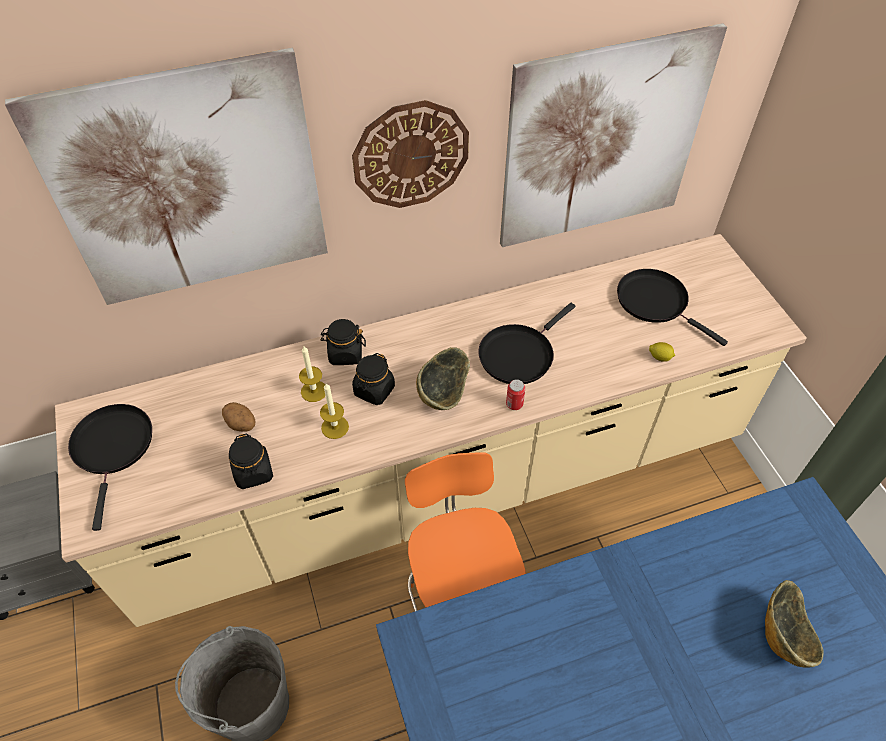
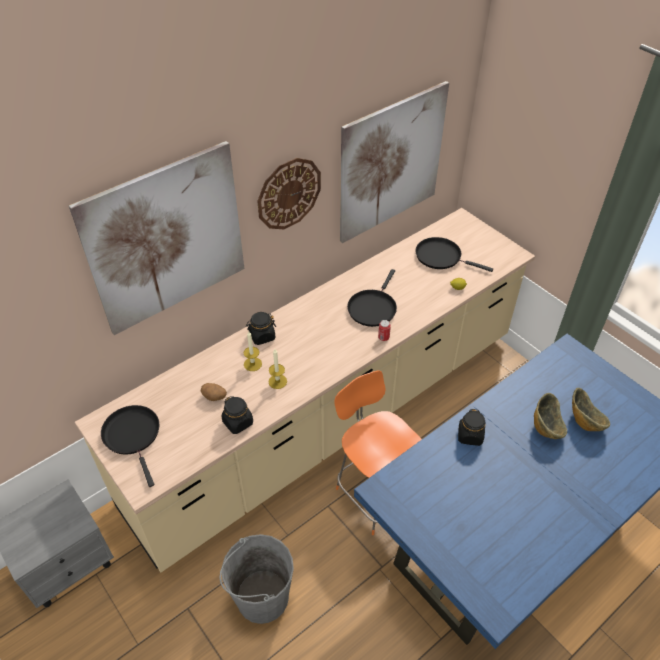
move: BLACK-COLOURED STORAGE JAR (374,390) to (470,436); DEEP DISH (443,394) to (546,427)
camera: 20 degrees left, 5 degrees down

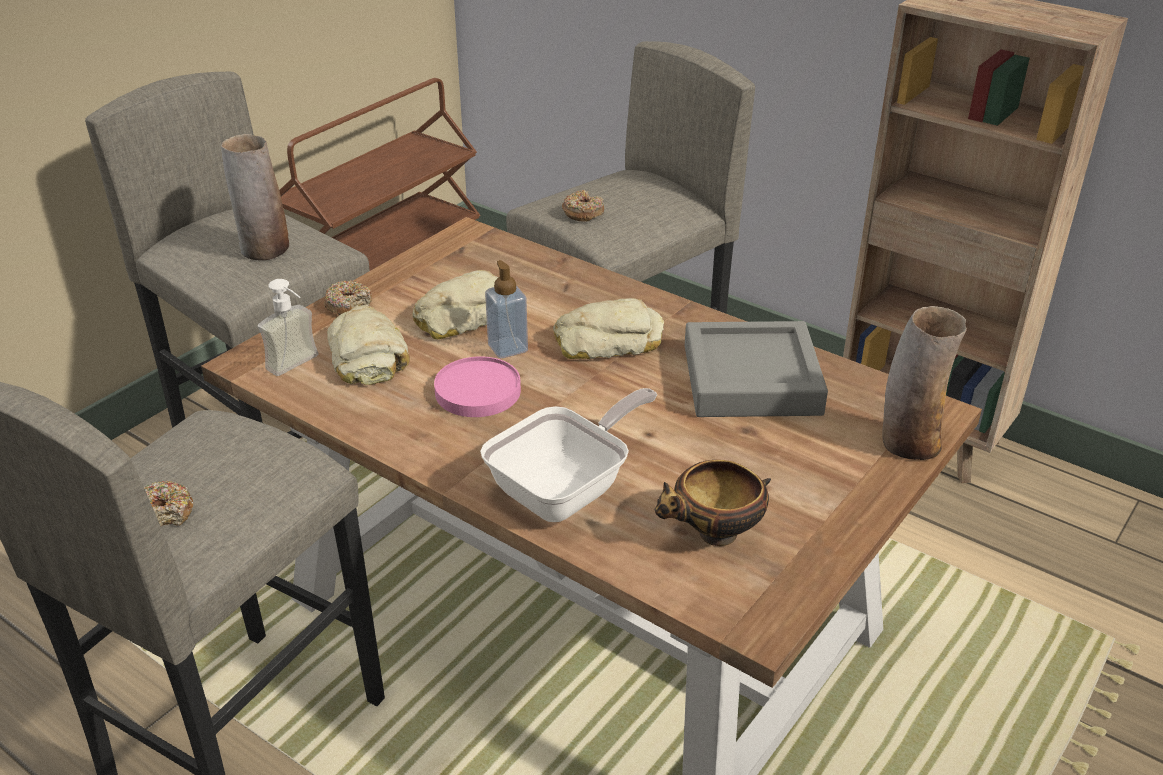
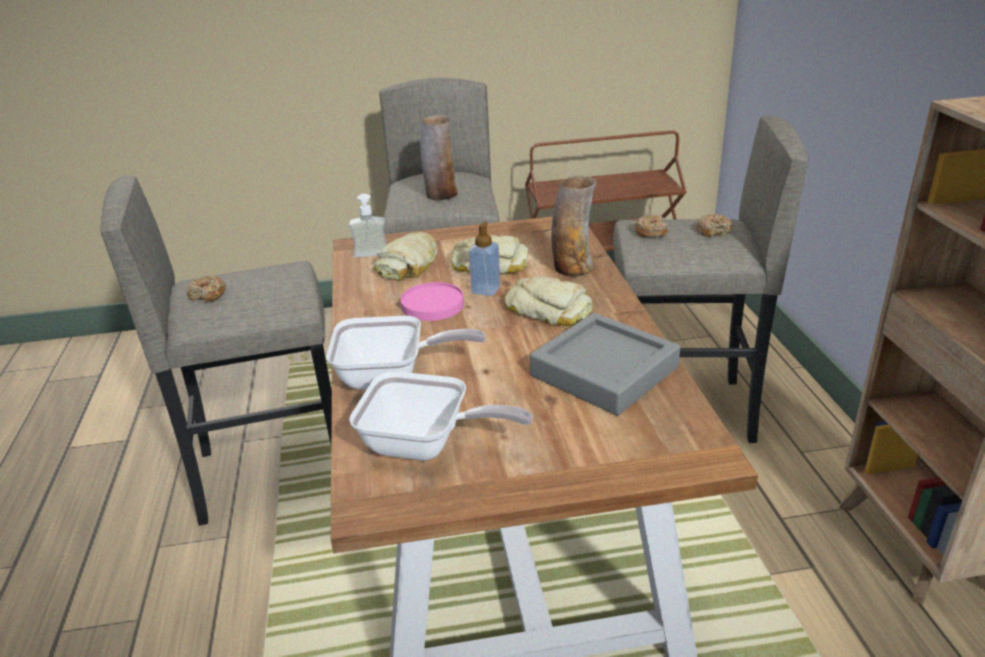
move: DECORATIVE VASE (908,443) to (572,268); DONUT (348,305) to (713,231)
replace: DEEP DISH (714,536) to PAN (426,445)
camera: 45 degrees right, 5 degrees down

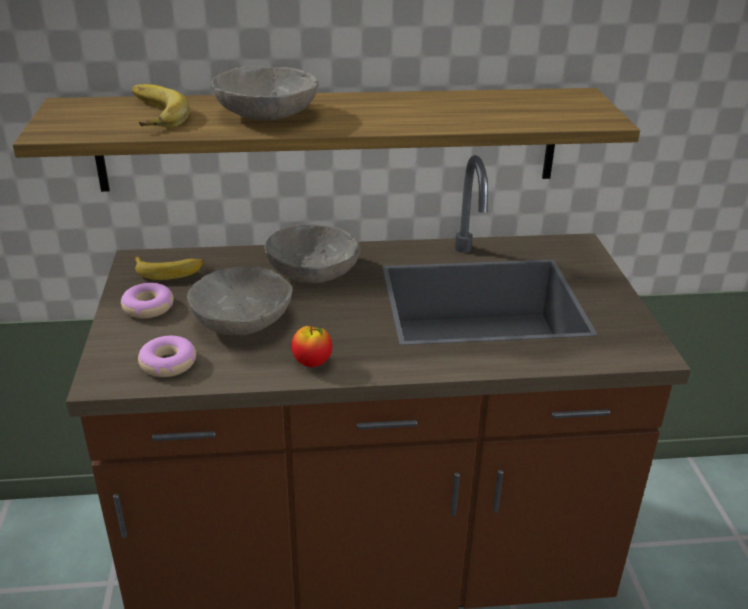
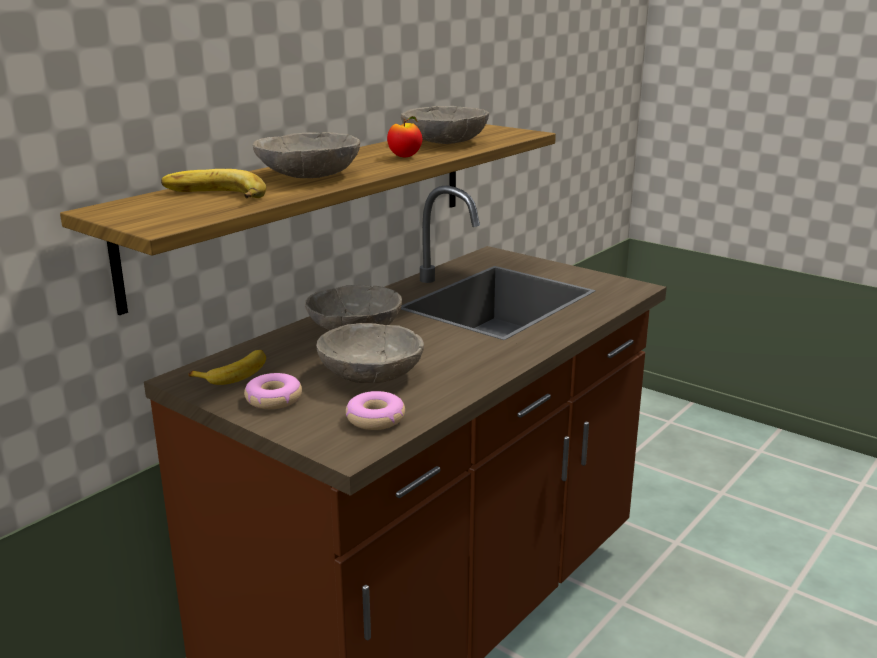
insert: GREY DEEP DISH (445,141)
move: APPLE (312,363) to (405,157)
camera: 45 degrees left, 10 degrees down

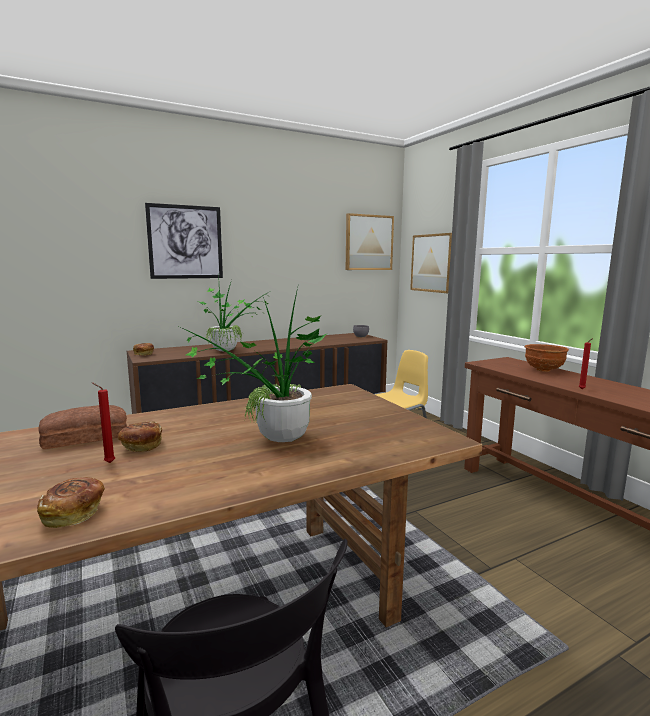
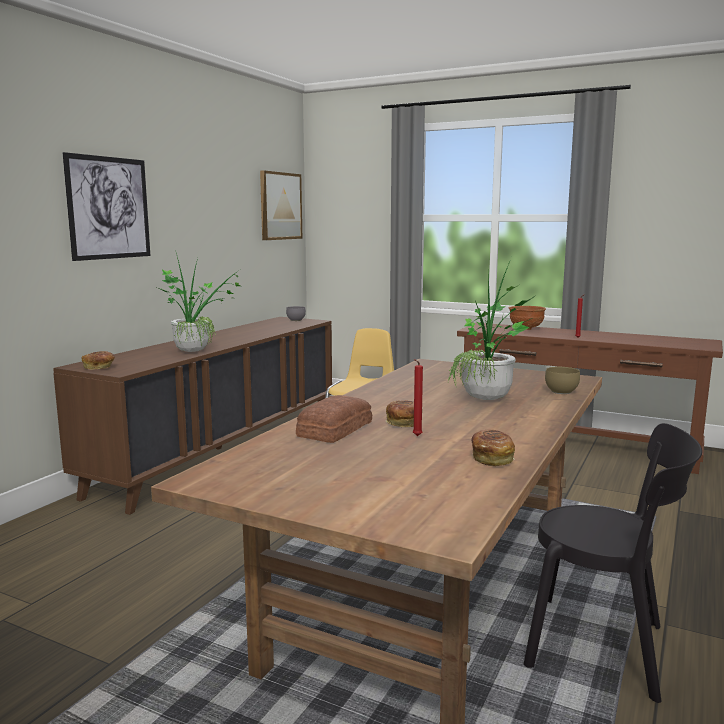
delete: WALL PICTURE (432,263)
insert: BROWN-COLOURED DEEP DISH (560,391)
camera: 35 degrees left, 0 degrees up

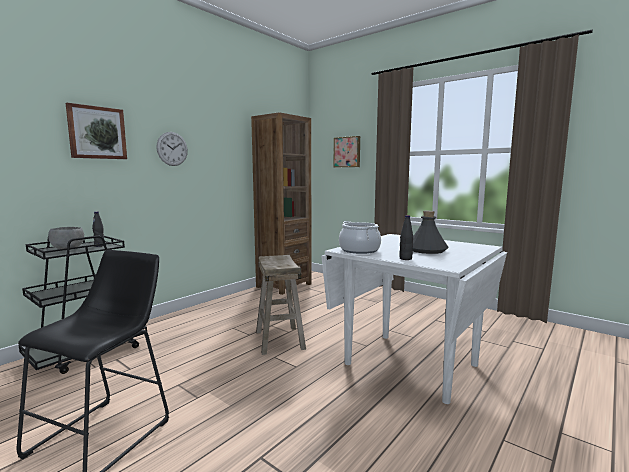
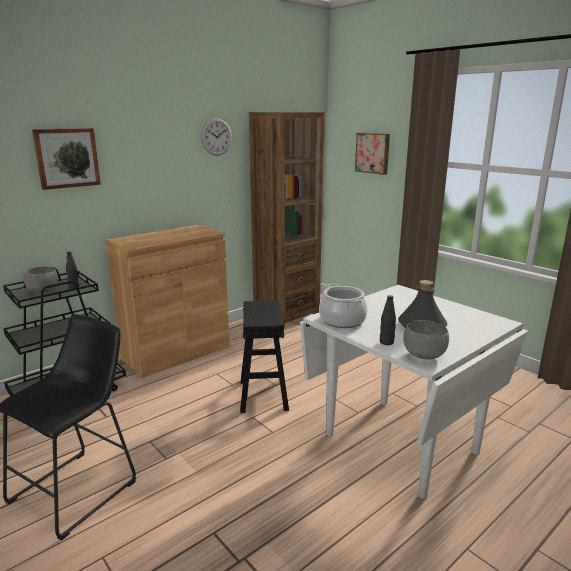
insert: BROWN-COLOURED STORAGE CABINET (176,352); GREY DEEP DISH (423,355)
move: HANGING CLOCK (172,149) to (216,137)
recolor: BEIGE STOOL SEAT (280,339) to BLACK-COLOURED STOOL SEAT (264,395)
camera: 10 degrees right, 10 degrees up

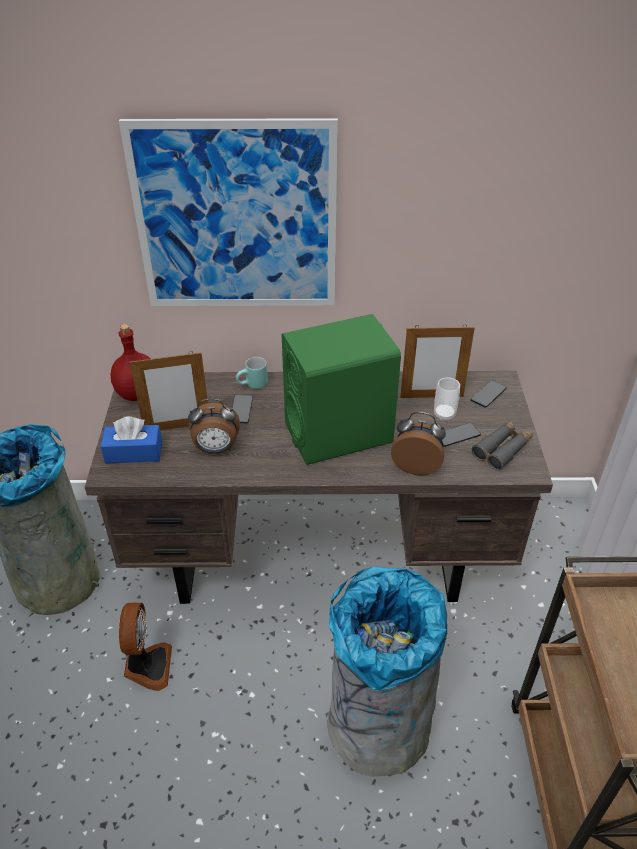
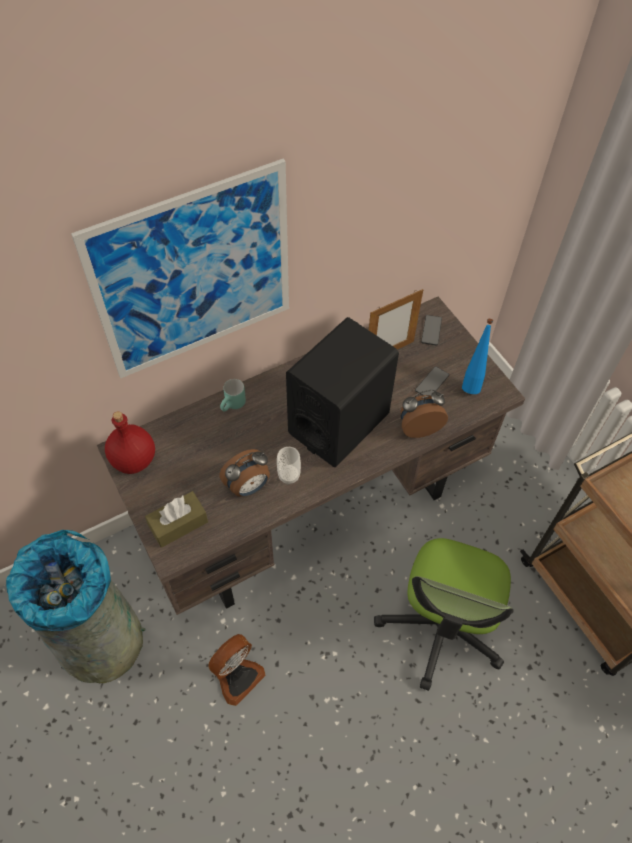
delete: PHOTO FRAME (177,427); TELEPHONE (241,410)
move: SMALL CUP (444,414) to (289,475)
replace: GREY WASTE BIN (377,727) to COMPUTER CHAIR (441,628); GREY FIELD GLASSES (502,449) to BLUE DRINK BOTTLE (472,382)
recolor: BLUE TISSUE BOX (134,452) to BROWN-COLOURED TISSUE BOX (178,524); GREEN SPEAKER (338,433) to BLACK-COLOURED SPEAKER (339,423)
rotate: COOLING FAN (147,666) = (237,676) 75 degrees clockwise
camera: 30 degrees left, 15 degrees up

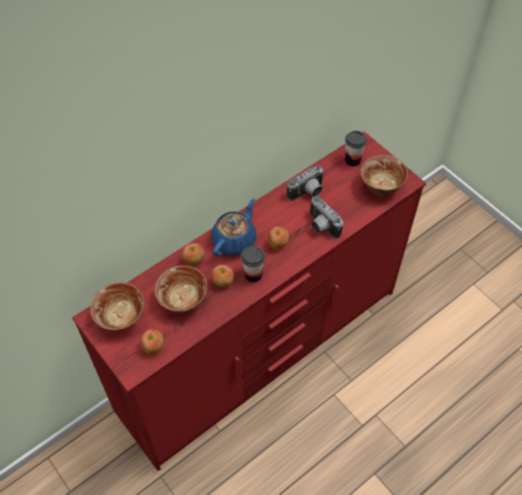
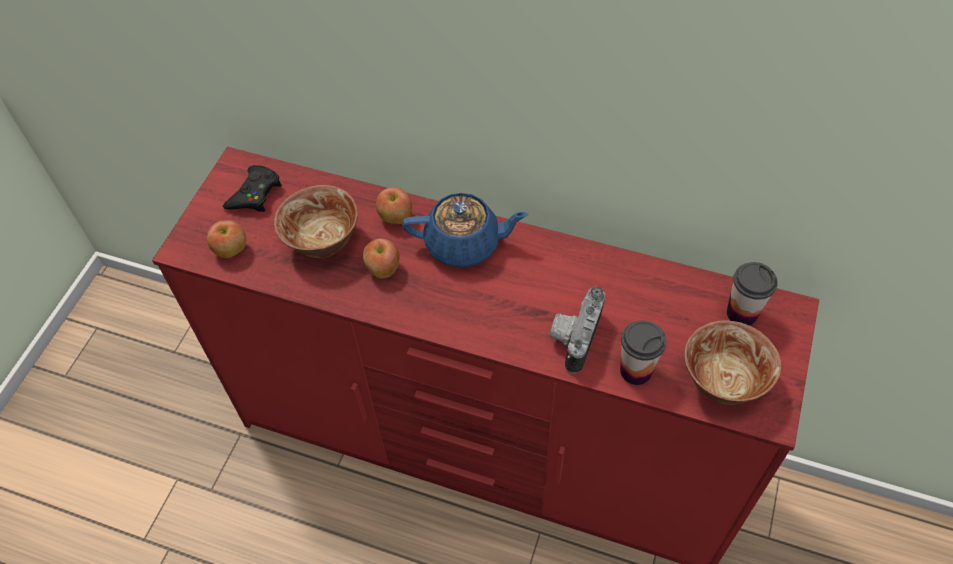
delete: APPLE (278,244); STILL CAMERA (307,193)
move: SMALL CUP (253,274) to (636,370)
replace: DEEP DISH (122,318) to BLACK-COLOURED JOYPAD (255,194)
camera: 60 degrees right, 0 degrees up

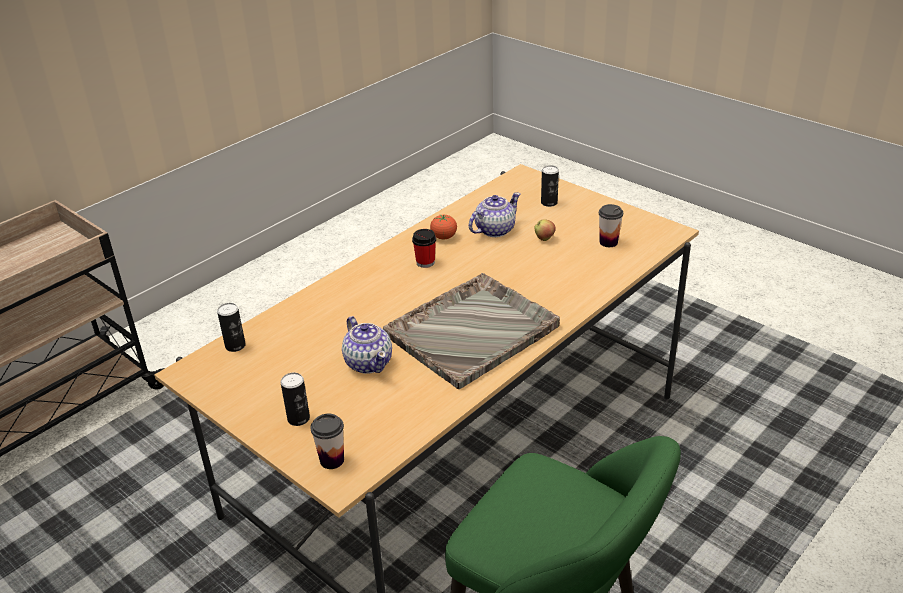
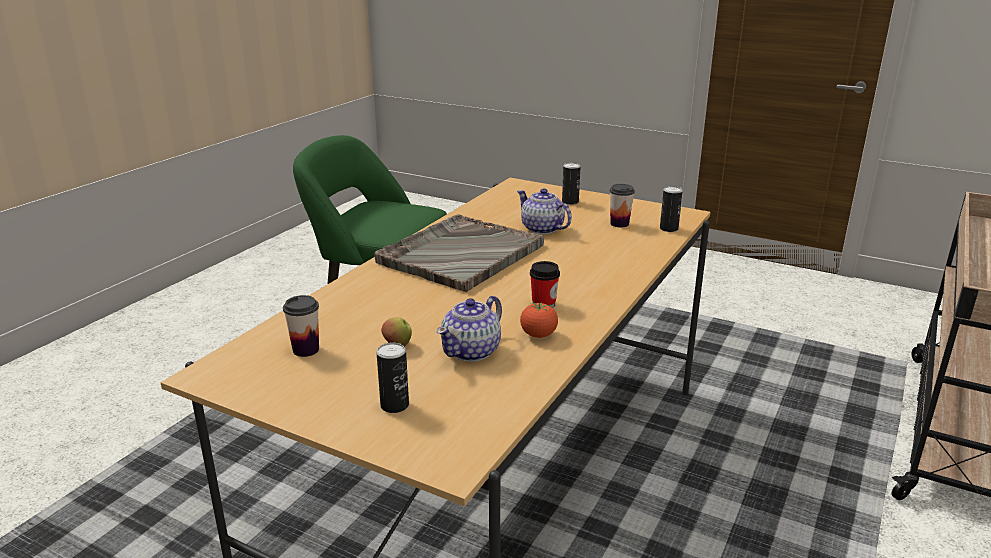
move: SMALL CUP (332,460) to (619,224)
camera: 165 degrees right, 10 degrees down

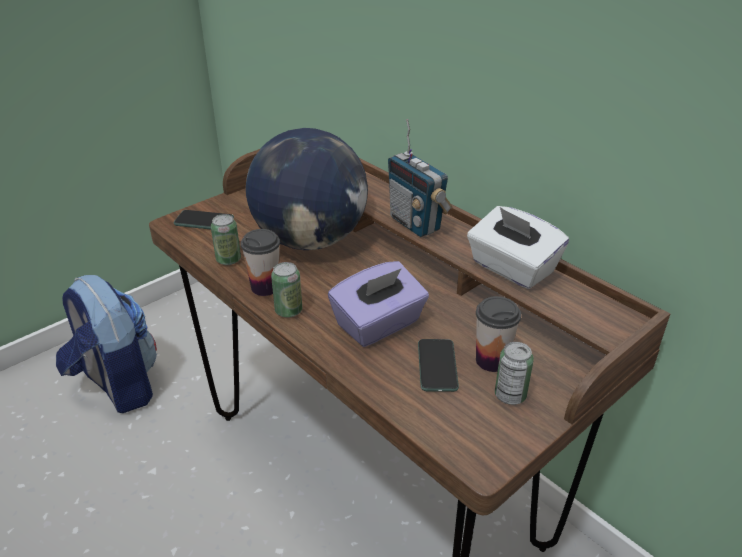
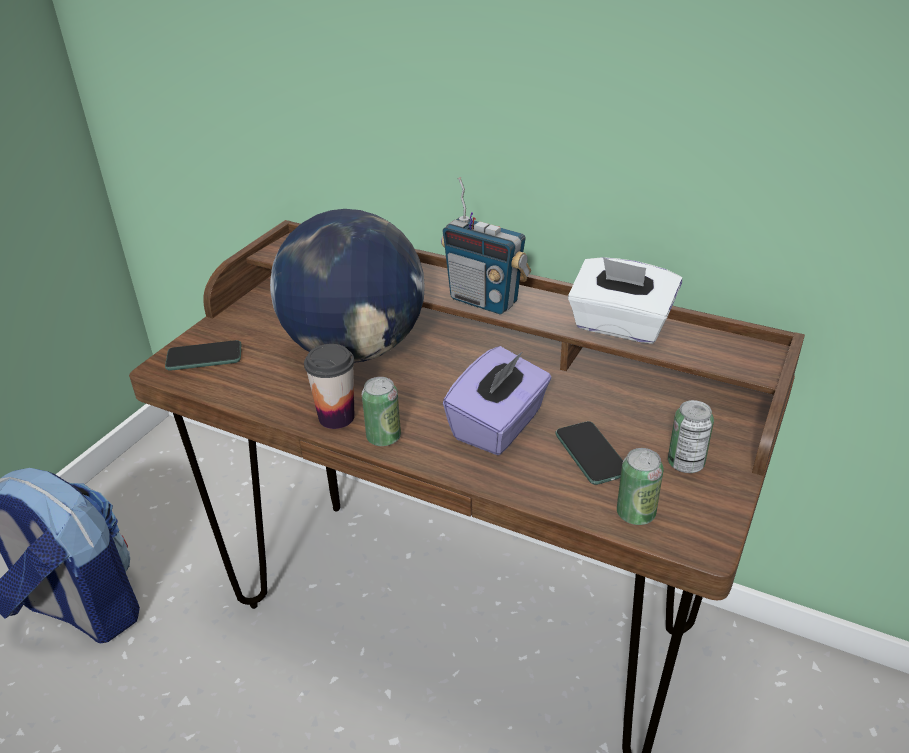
delete: SMALL CUP (491,360)
move: SEALED CAN (228,260) to (635,514)
camera: 20 degrees left, 0 degrees up

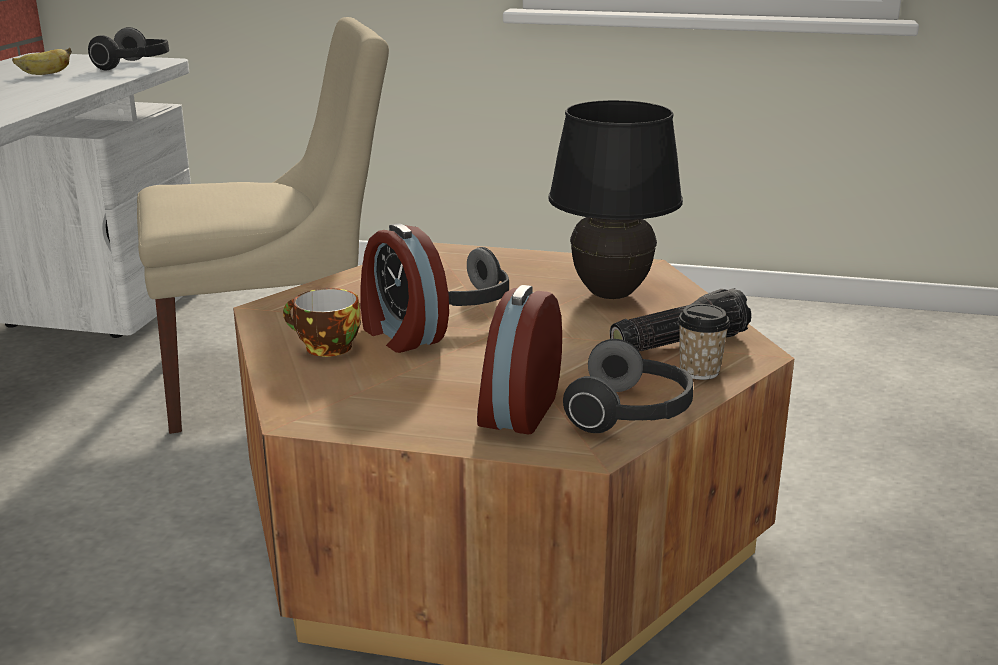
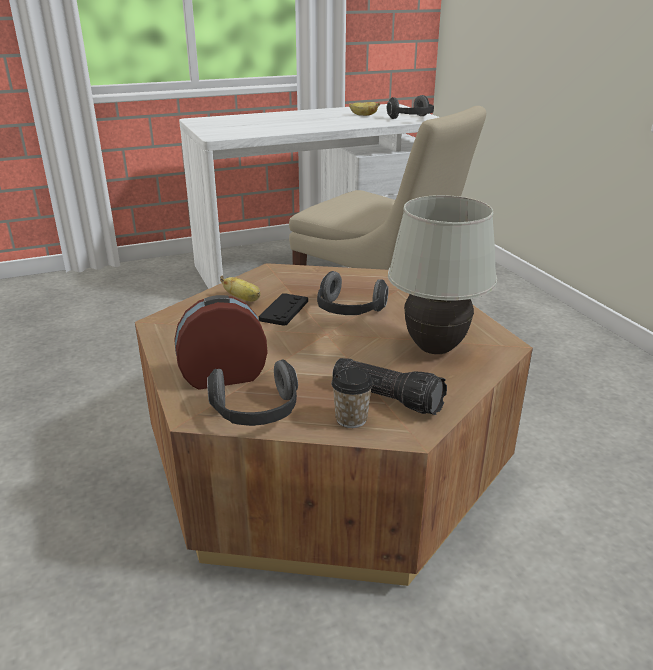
replace: SMALL CUP (324,348) to BANANA (243,299); ALARM CLOCK (400,335) to BLACK-COLOURED JOYPAD (284,310)
recolor: BLACK-COLOURED TABLE LAMP (611,295) to WHITE-COLOURED TABLE LAMP (434,349)
camera: 55 degrees right, 5 degrees up

